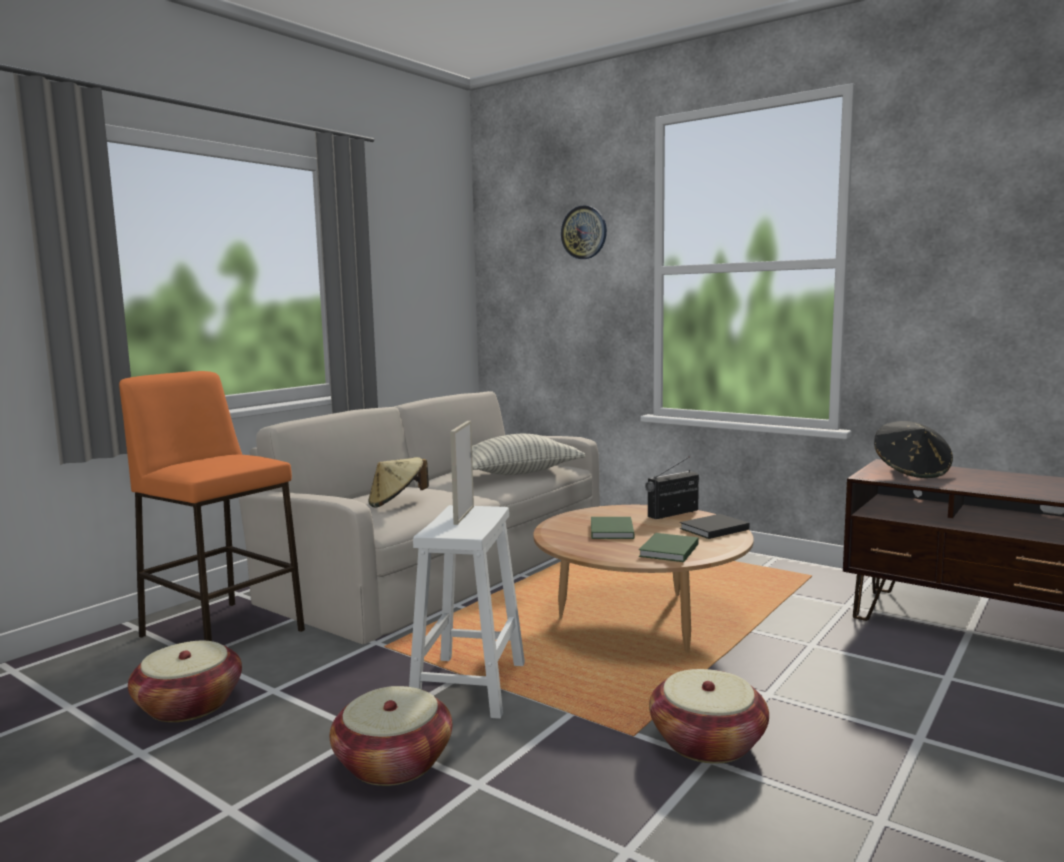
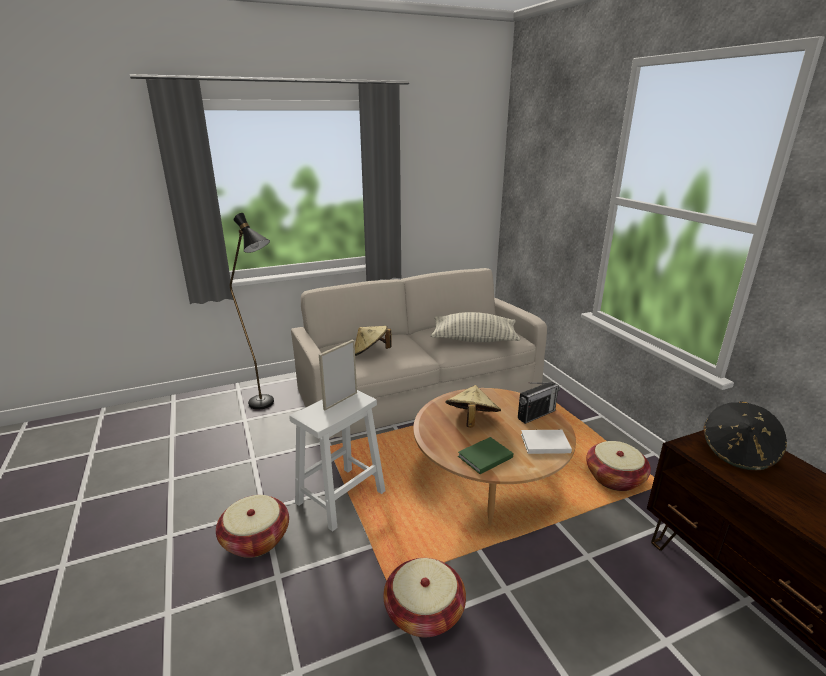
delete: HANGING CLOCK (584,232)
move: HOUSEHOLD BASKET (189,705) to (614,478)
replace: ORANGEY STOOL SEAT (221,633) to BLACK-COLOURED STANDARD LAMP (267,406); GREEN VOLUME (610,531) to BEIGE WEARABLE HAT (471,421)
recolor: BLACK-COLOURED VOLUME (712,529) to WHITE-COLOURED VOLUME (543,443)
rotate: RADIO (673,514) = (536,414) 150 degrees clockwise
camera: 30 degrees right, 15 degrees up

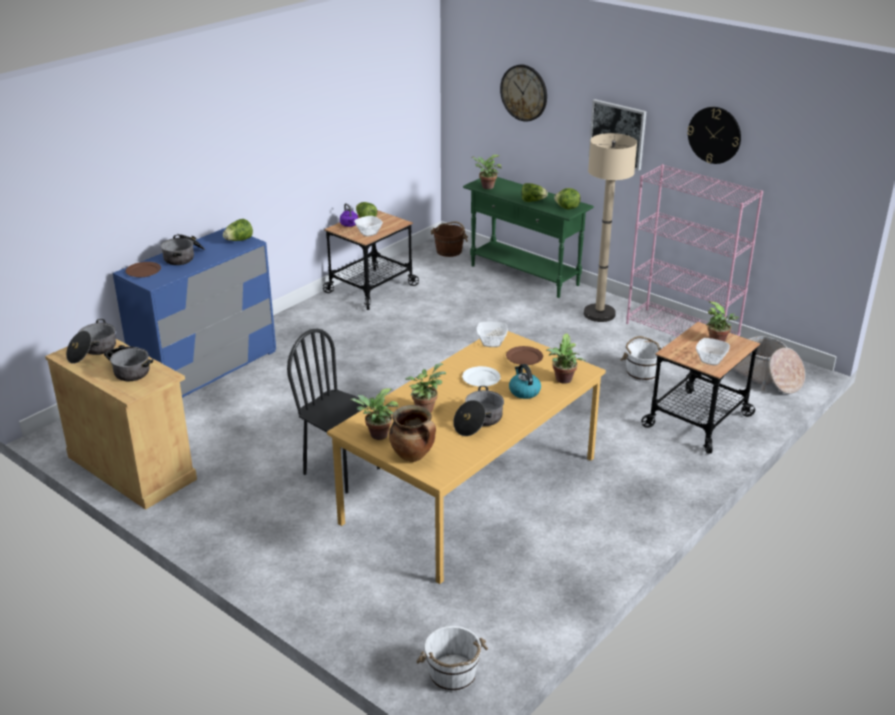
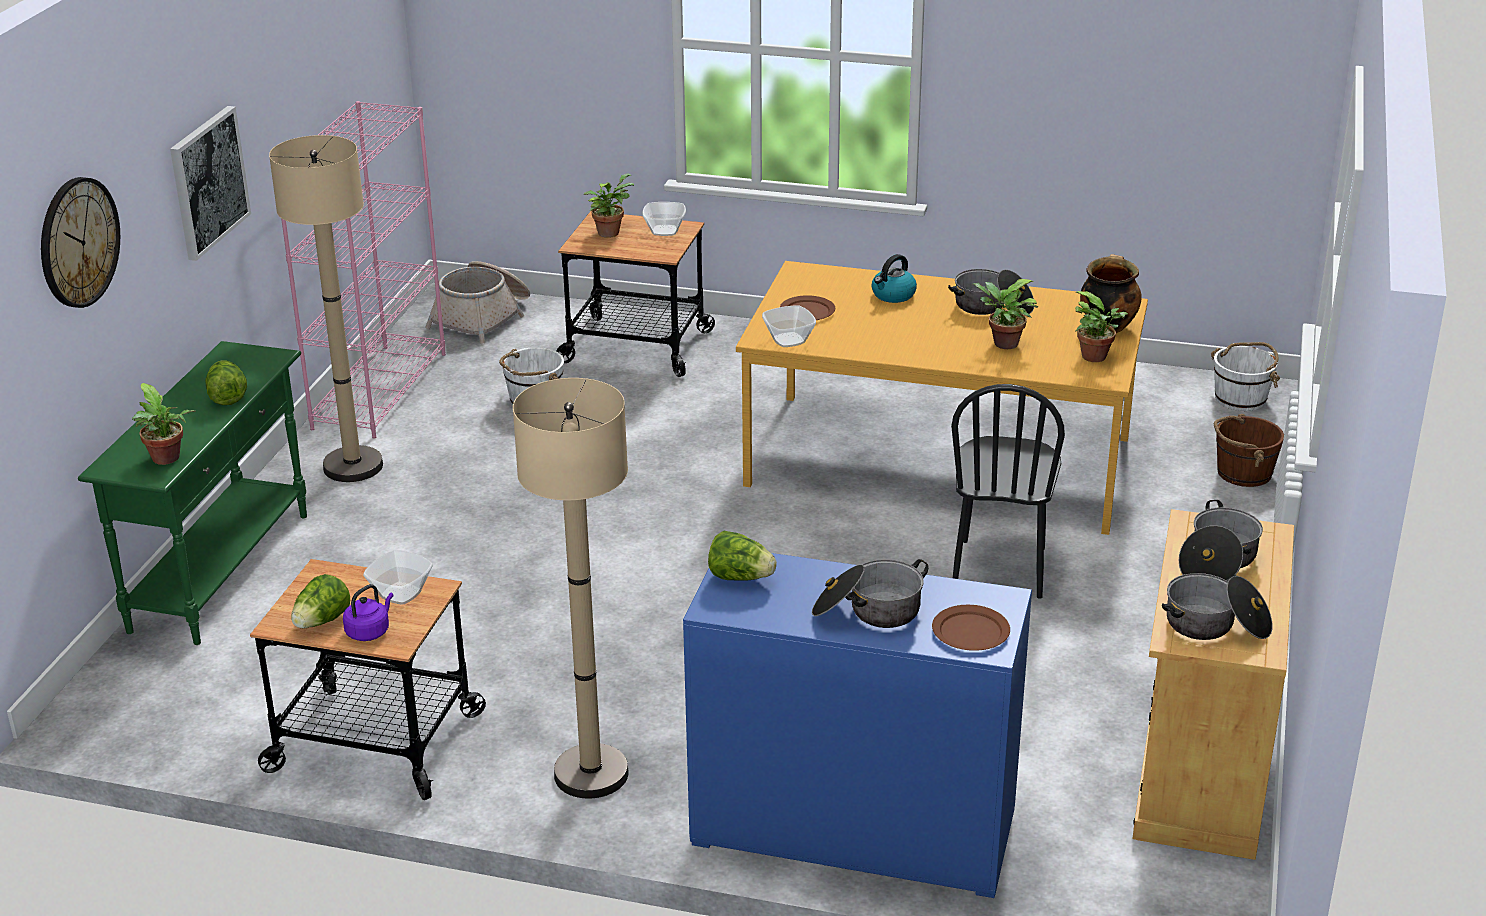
delete: WHITE-COLOURED DINNER PLATE (481,378); POTTED PLANT (563,380); LETTUCE (567,208); HANGING CLOCK (714,135)
insert: BEIGE STANDARD LAMP (591,774)
move: BROWN-COLOURED BUCKET (449,251) to (1243,473)
camera: 115 degrees left, 0 degrees up

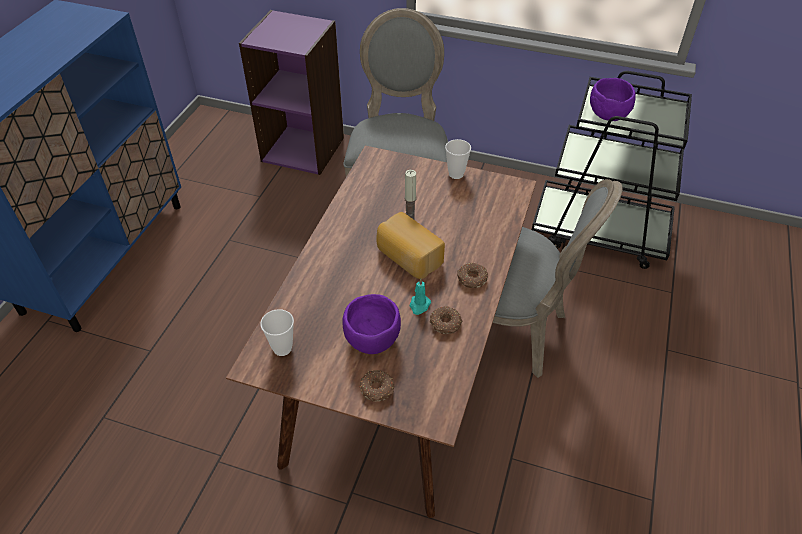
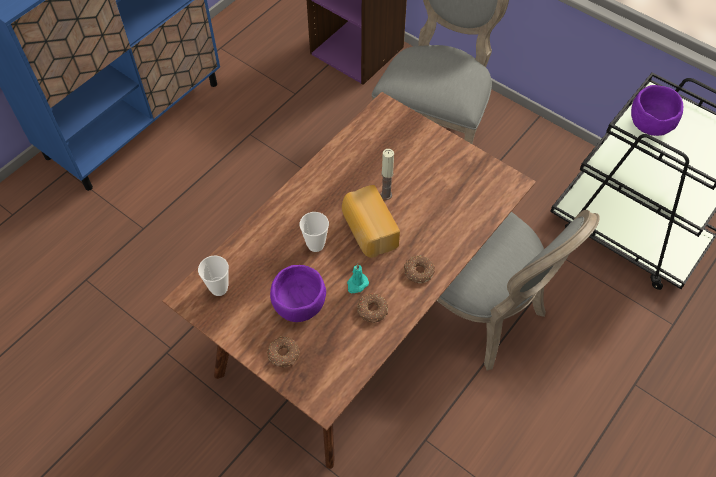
move: SMALL CUP (456,174) to (315,245)
camera: 20 degrees right, 10 degrees up

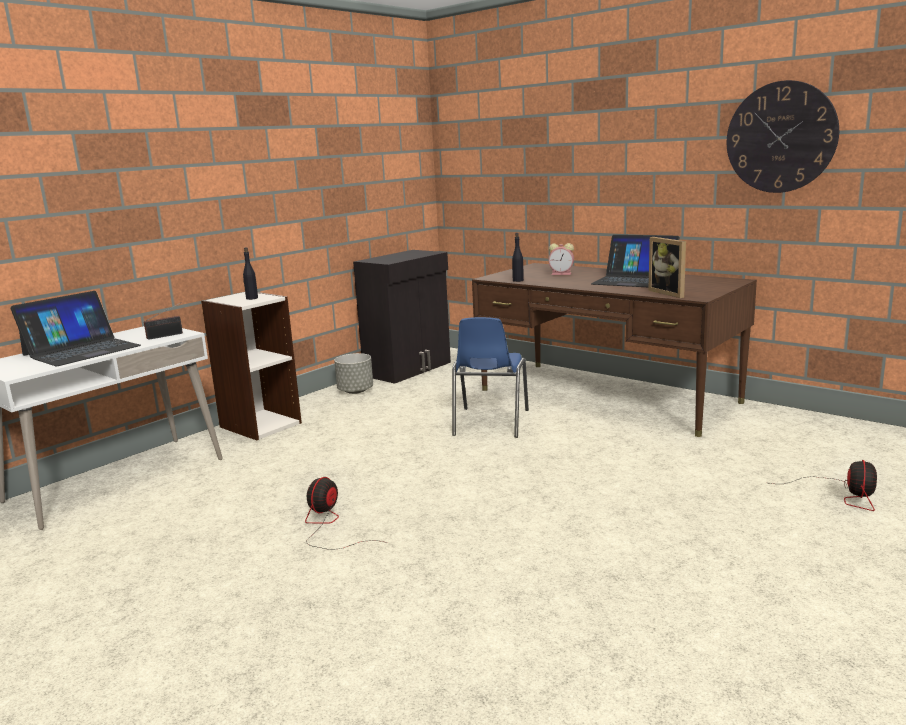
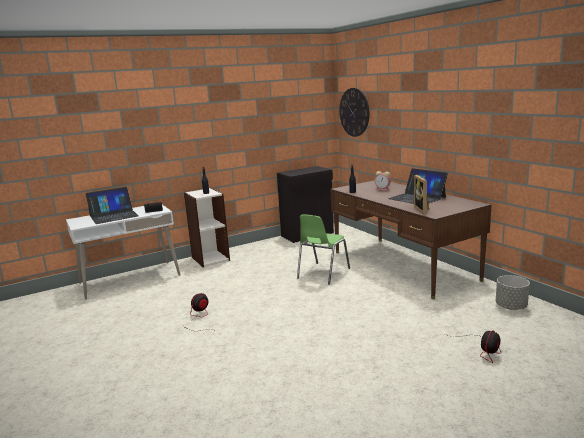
move: HANGING CLOCK (781,137) to (354,112); GREY FLOWER POT (355,391) to (510,306)
recolor: BLUE CHAIR (489,423) to GREEN CHAIR (322,273)
camera: 20 degrees right, 0 degrees up

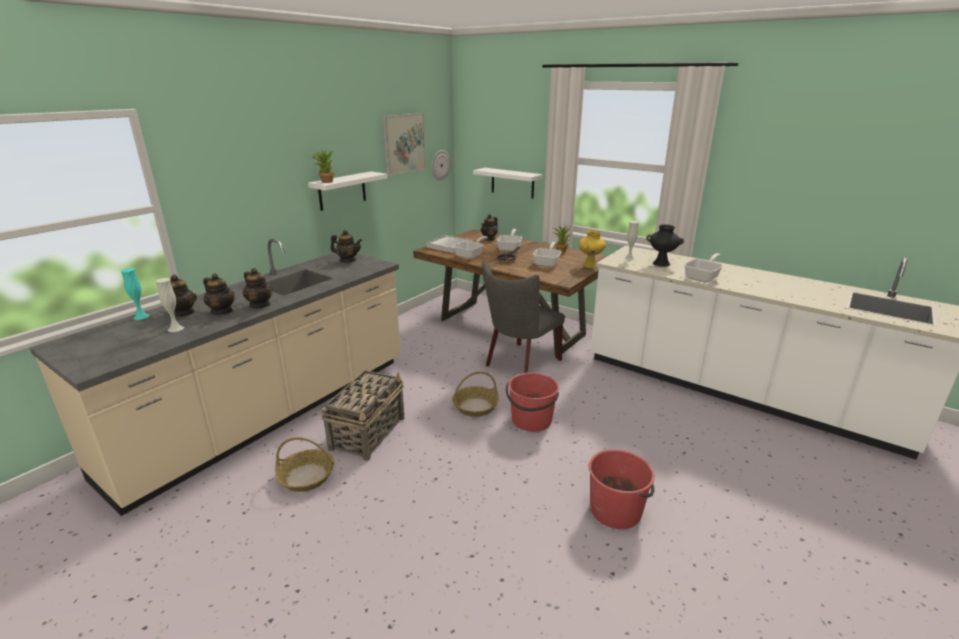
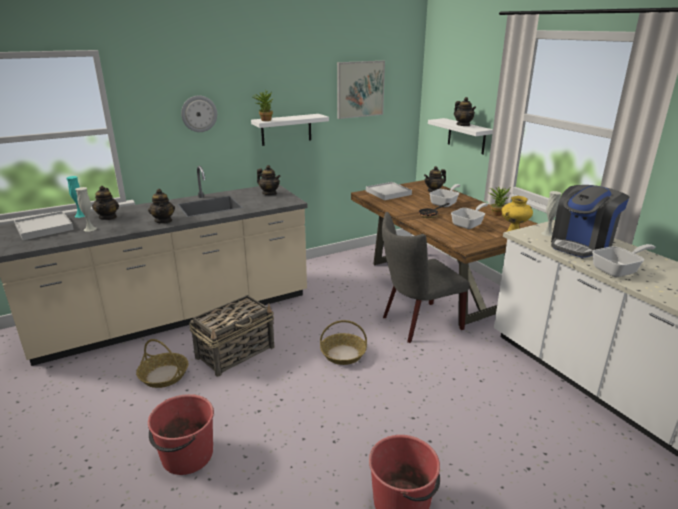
delete: PAN (471,255)
insert: WHITE-COLOURED TRAY (44,228)
move: REDDISH BUCKET (531,421) to (186,456); HANGING CLOCK (440,165) to (199,113); TEAPOT (222,311) to (463,125)
replace: BLACK-COLOURED DECORATIVE VASE (661,263) to COFFEE MAKER (581,245)
camera: 25 degrees right, 0 degrees up

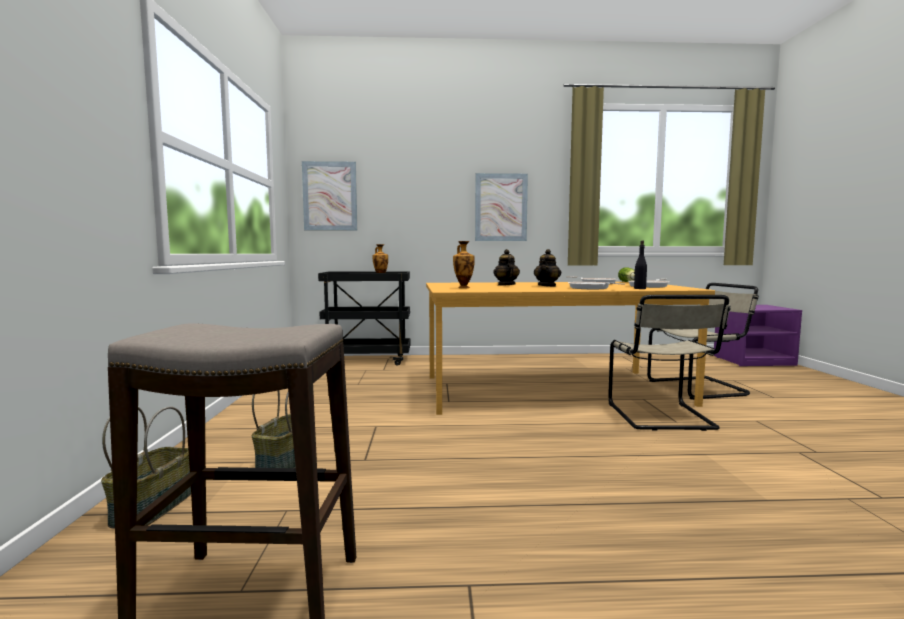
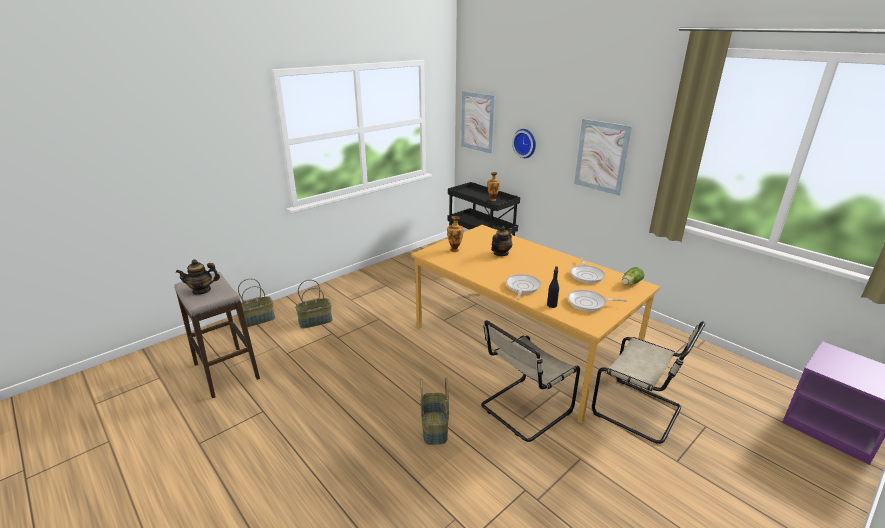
insert: HOUSEHOLD BASKET (435,428); HANGING CLOCK (525,143)
move: TEAPOT (547,286) to (202,290)
camera: 50 degrees right, 20 degrees up

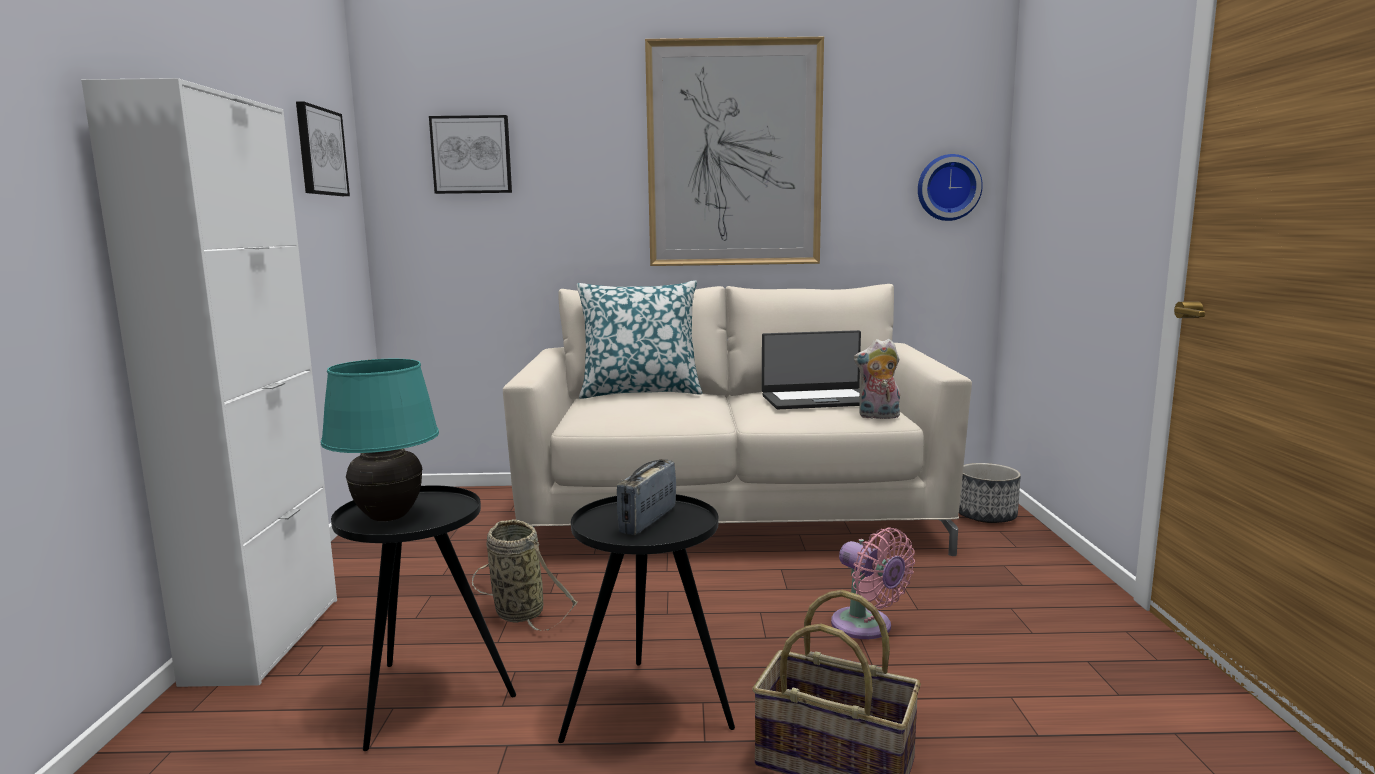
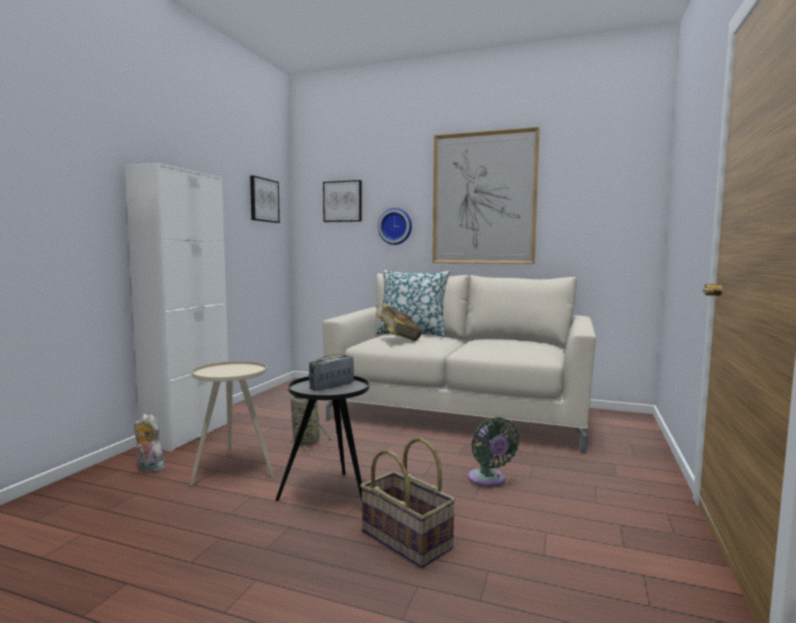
delete: BLUE-GREEN TABLE LAMP (389,517); LAPTOP (818,400); FLOWER POT (986,516)
insert: VOLUME (398,339)
move: PLUSH TOY (878,417) to (148,468); HANGING CLOCK (947,188) to (395,226)
recolor: BLACK-COLOURED ACCENT TABLE (425,697) to BEIGE ACCENT TABLE (233,469); PINK COOLING FAN (866,627) to GREEN COOLING FAN (488,480)
camera: 20 degrees right, 5 degrees down

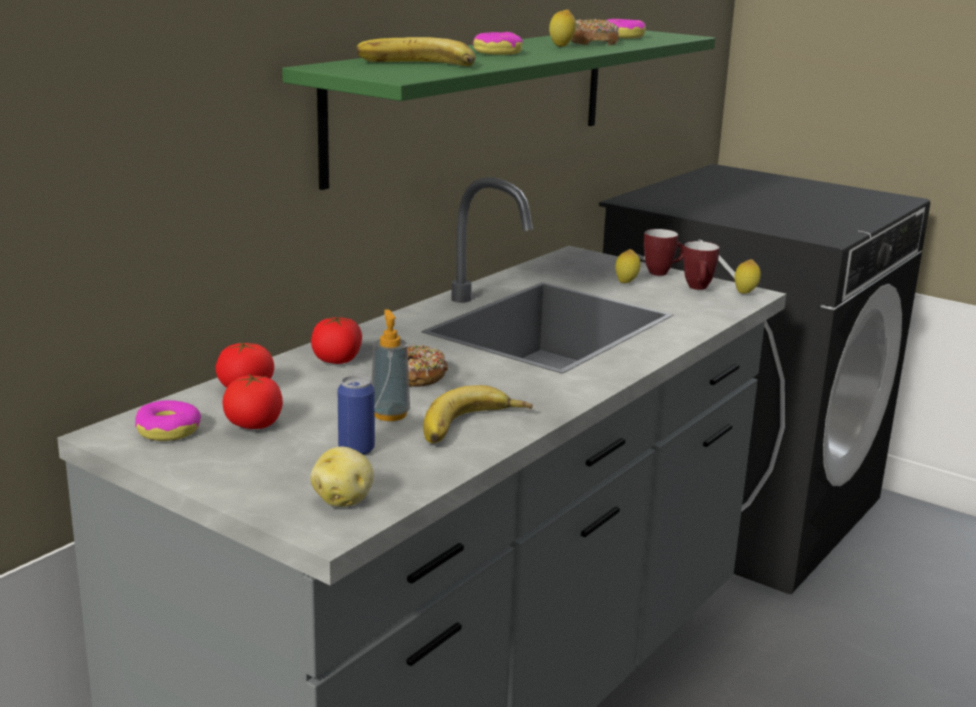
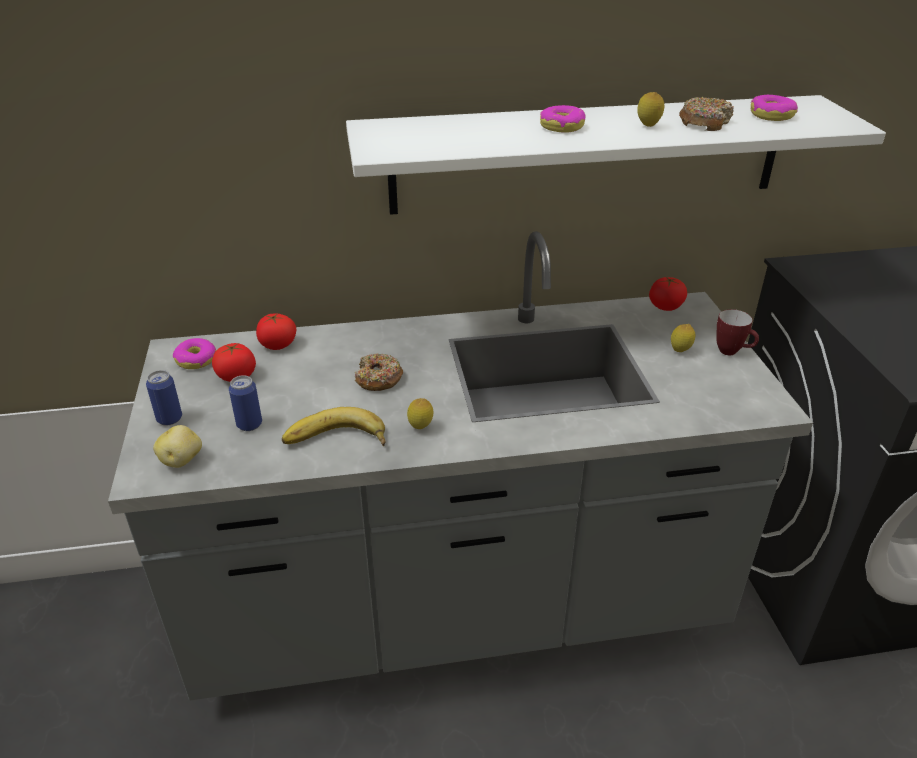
delete: BANANA (417,65); SOAP DISPENSER (390,414); COFFEE MUG (699,289)
insert: SEALED CAN (169,419)
move: WHOLE LEMON (745,293) to (420,428); FRESH TOMATO (337,360) to (665,306)
recolor: GREEN WALL SHELF (476,99) to WHITE-COLOURED WALL SHELF (588,154)
camera: 45 degrees right, 15 degrees up

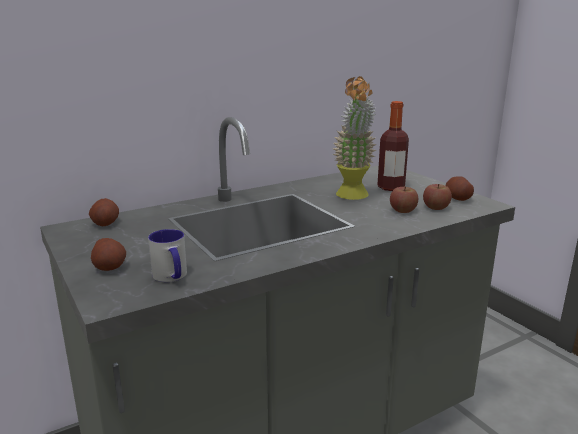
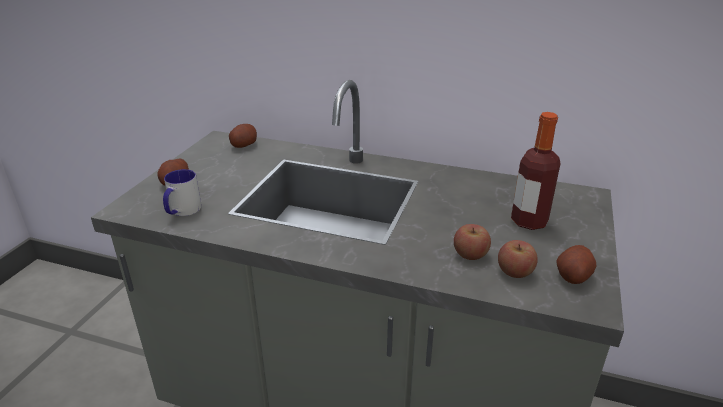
delete: POTTED PLANT (353,197)
camera: 50 degrees right, 10 degrees up

